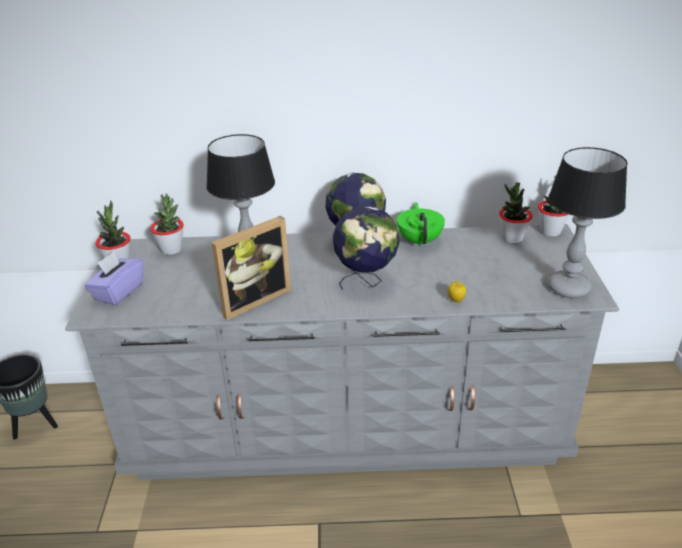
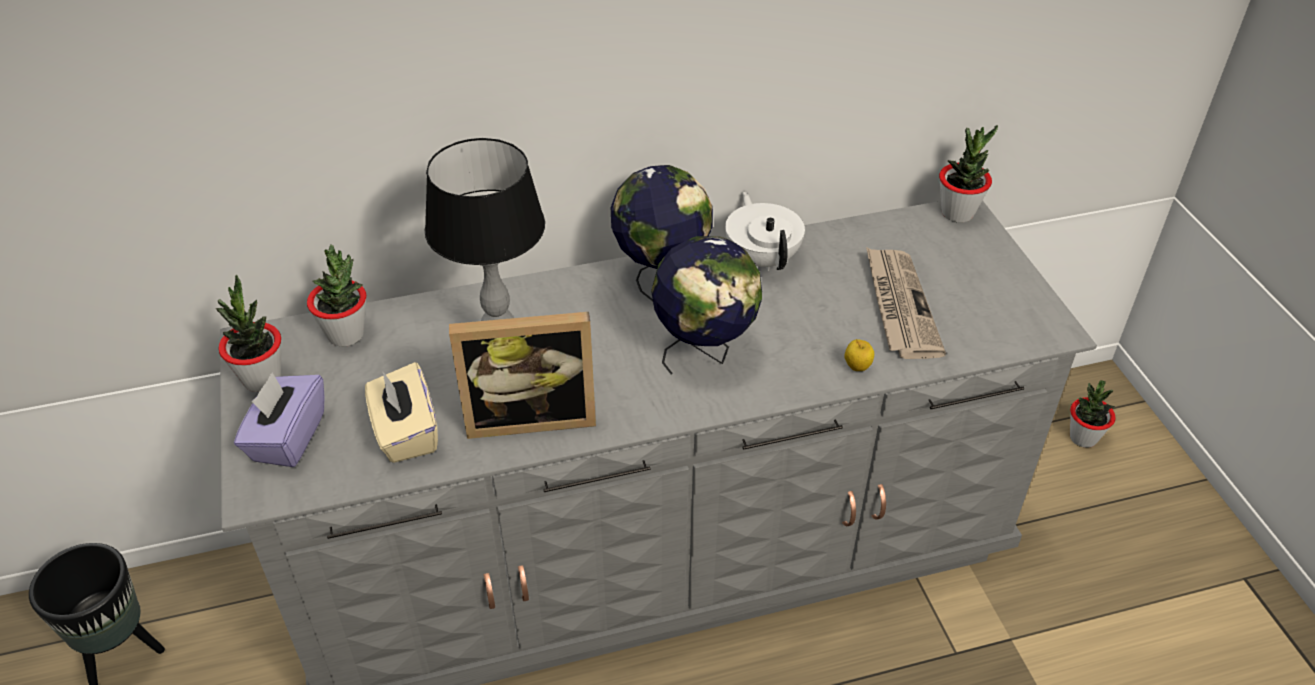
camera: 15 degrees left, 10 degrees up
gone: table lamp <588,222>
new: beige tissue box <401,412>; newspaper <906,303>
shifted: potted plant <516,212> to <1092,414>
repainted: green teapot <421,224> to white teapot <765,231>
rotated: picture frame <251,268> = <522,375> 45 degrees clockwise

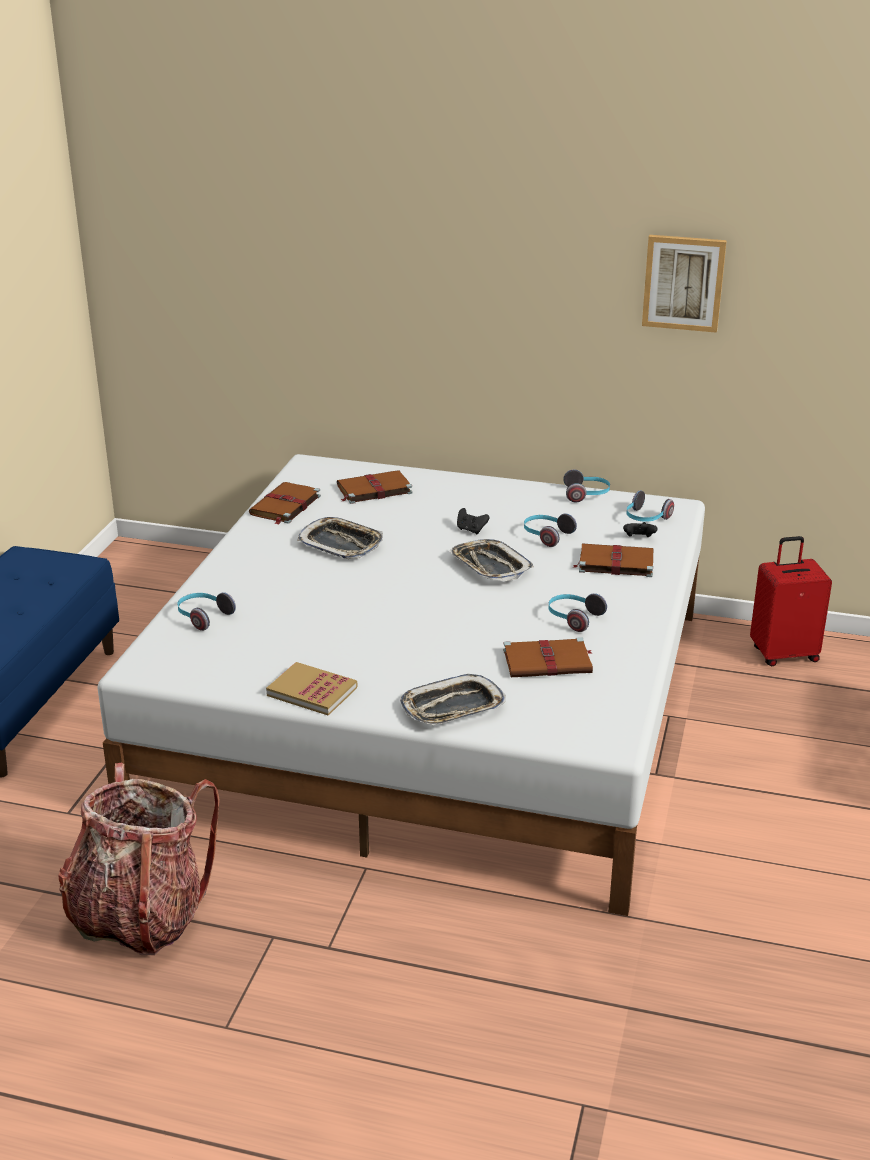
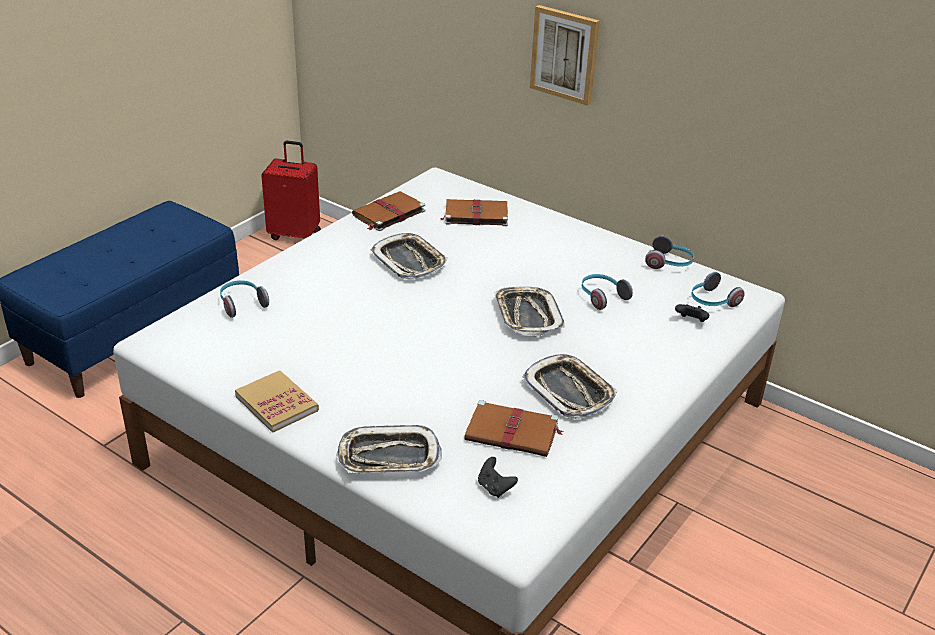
camera: 20 degrees right, 5 degrees up
gone: backpack <139,859>; brown book <613,560>
shifted: black game controller <473,521> to <498,477>; picture <684,284> to <565,55>; red suitcase <791,601> to <291,190>
swapped: headphones <577,612> to tray <570,386>

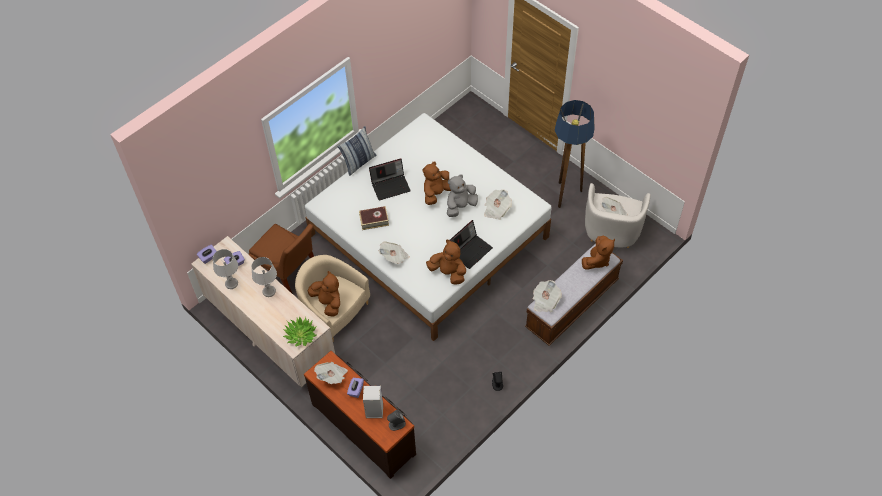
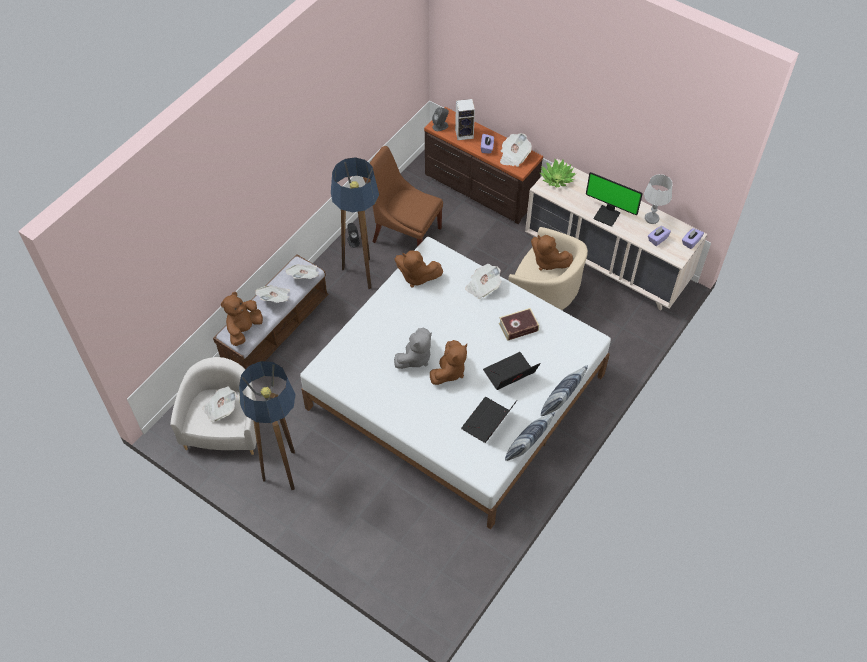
camera: 170 degrees right, 0 degrees up
new: floor lamp <355,223>; pillow <530,436>
shifted: brown chair <281,258> to <403,196>; laptop <471,244> to <489,420>; newspaper <498,205> to <272,294>
swapped: grey table lamp <264,277> to monitor <614,199>

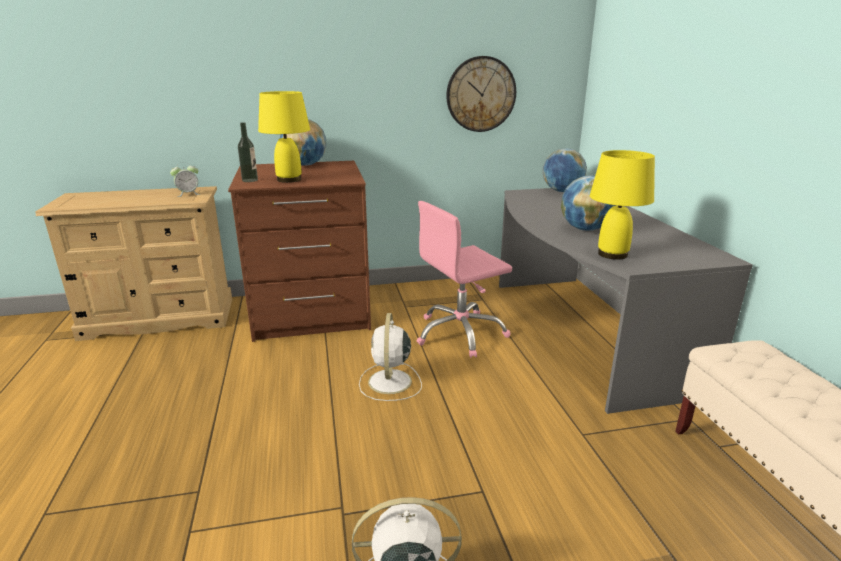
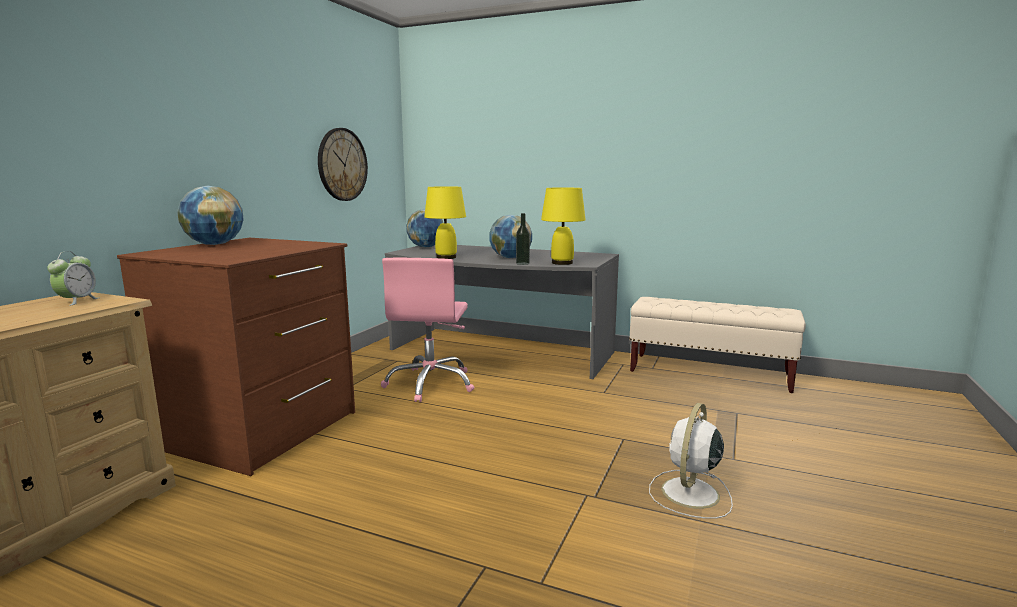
camera: 55 degrees left, 10 degrees down
gone: white fan <390,357>
shifted: bottle <248,152> to <523,239>; yellow table lamp <284,137> to <445,222>

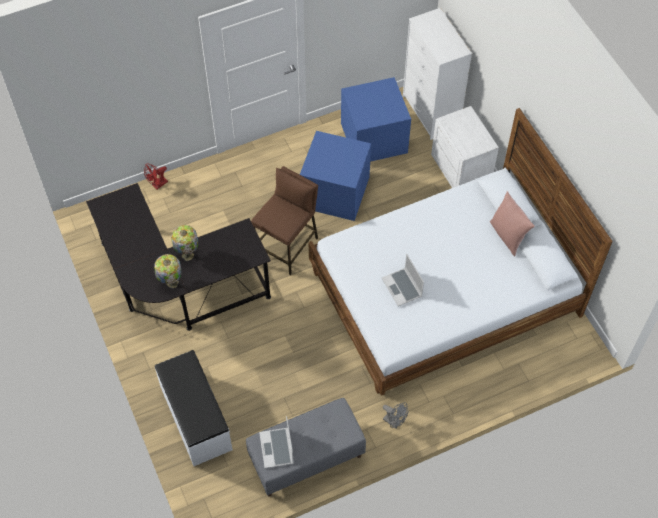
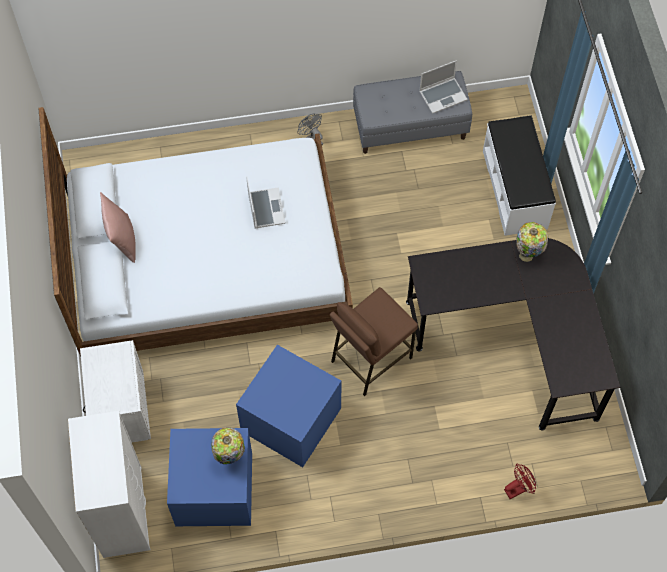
camera: 165 degrees left, 5 degrees up
shifted: table lamp <185,243> to <228,446>
rotated: laptop <276,442> = <443,87> 60 degrees clockwise

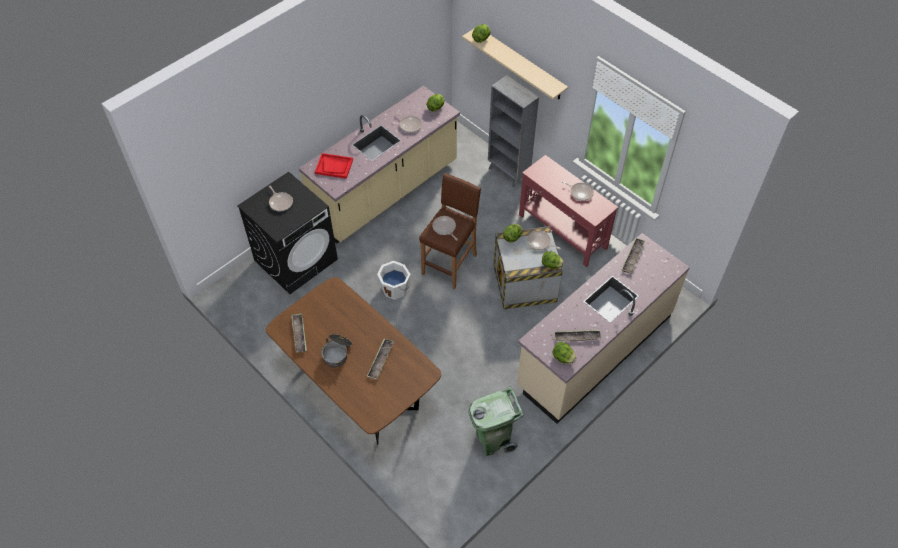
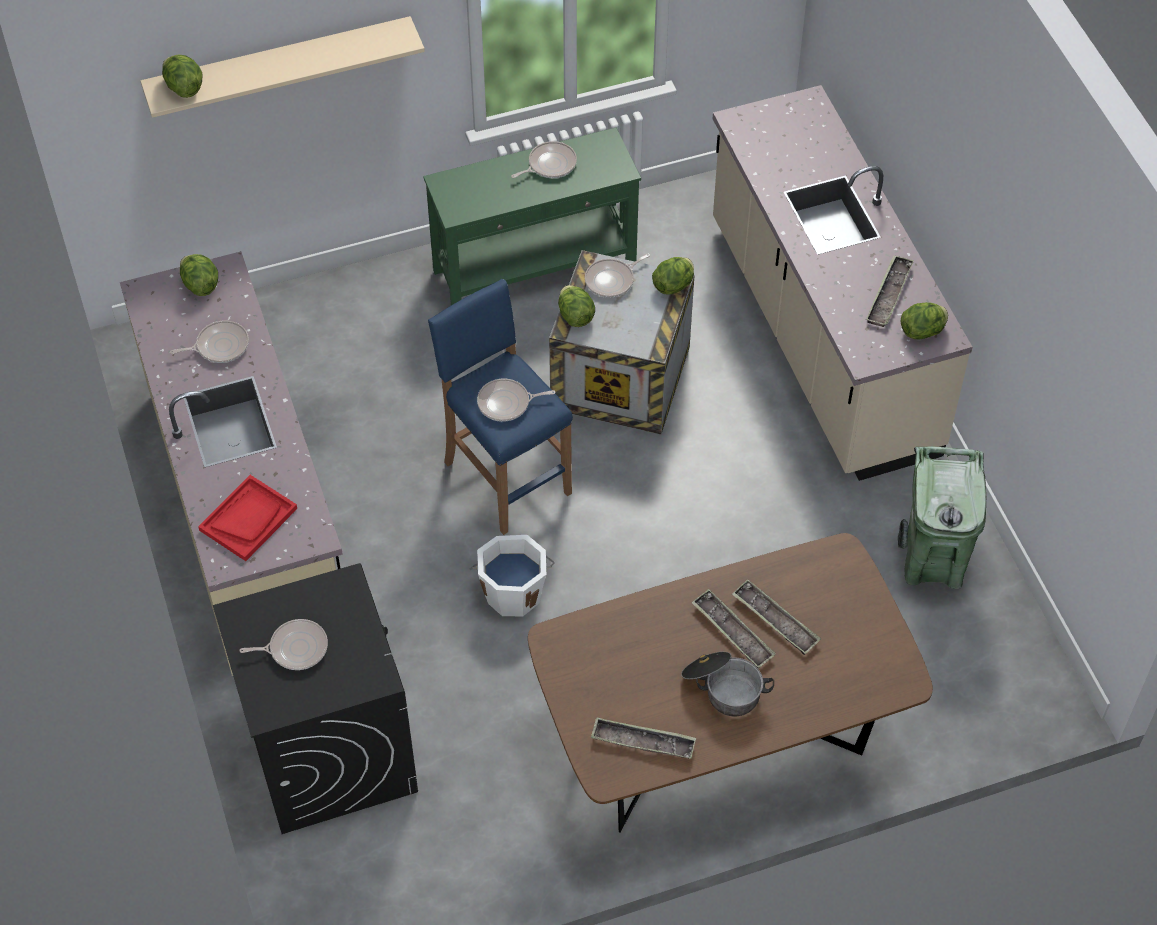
camera: 65 degrees left, 0 degrees up
gone: grey bookcase <513,131>
shifted: tray <633,255> to <733,628>
repainted: brown stool <450,231> to blue stool <500,407>; red console table <569,211> to green console table <532,216>

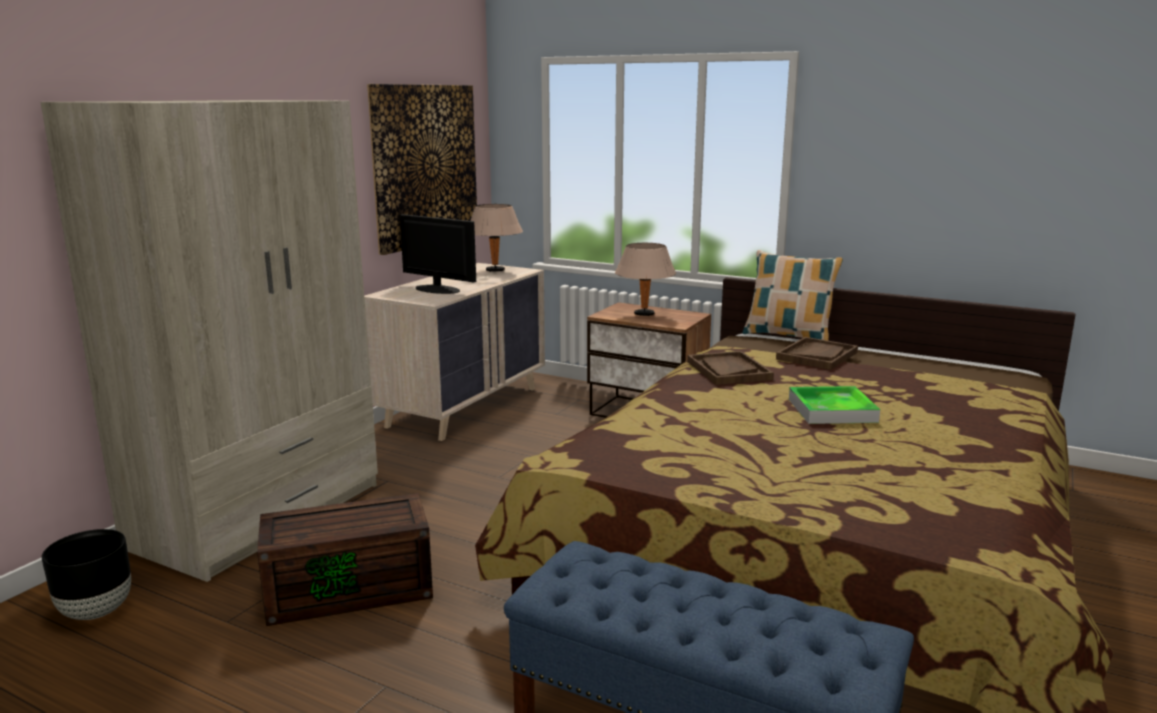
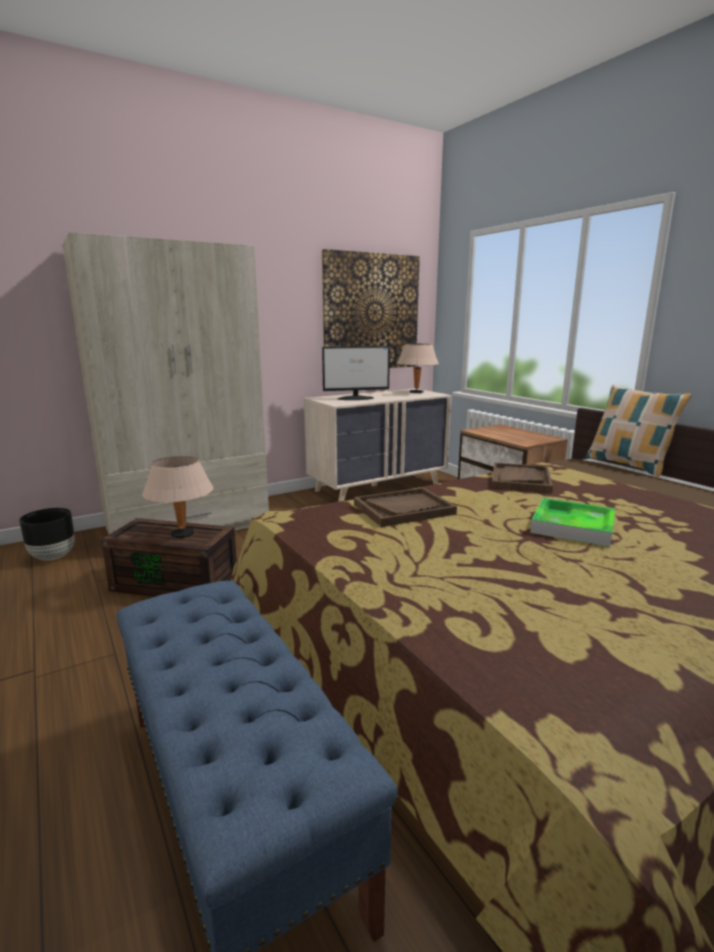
camera: 30 degrees right, 0 degrees up
shifted: beige table lamp <645,279> to <178,497>; brown tray <817,353> to <405,507>
rotated: monitor <438,254> = <356,373> 105 degrees clockwise

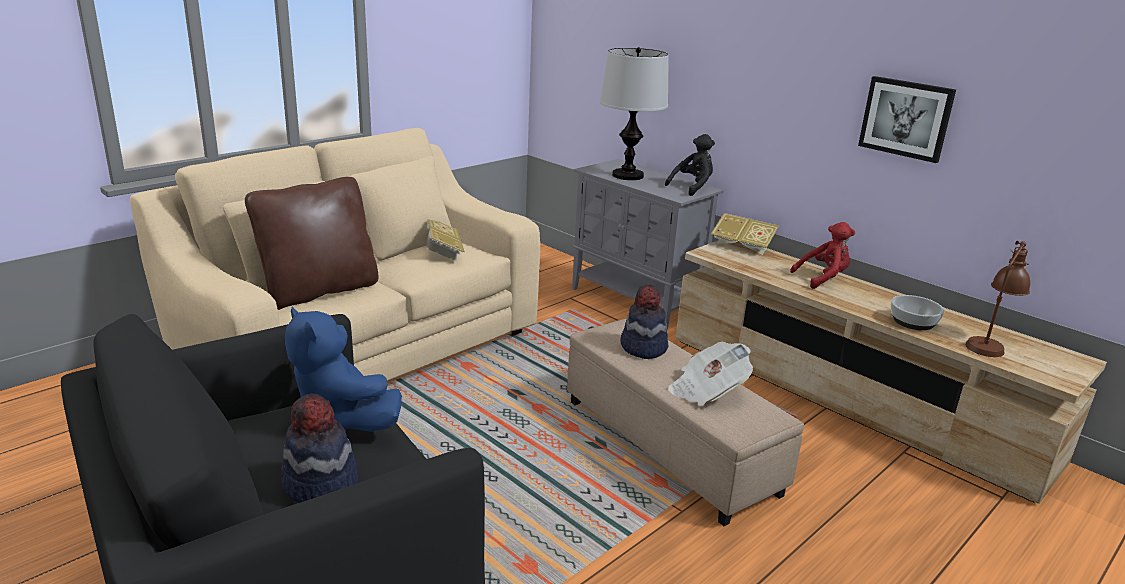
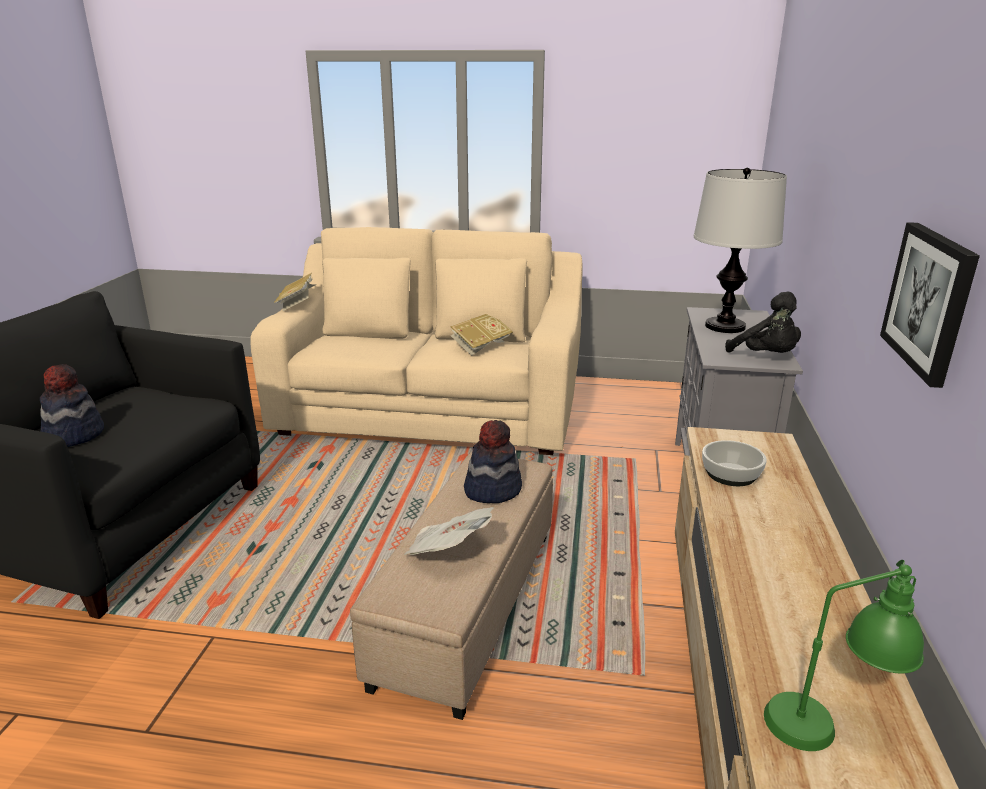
camera: 55 degrees right, 0 degrees up
gone: brown pillow <311,243>; blue plush toy <343,369>; red plush toy <822,255>
shifted: book <745,234> to <294,292>; bowl <917,312> to <734,463>
repainted: brown table lamp <997,299> to green table lamp <844,655>
rotated: black plush toy <690,165> = <763,322> 45 degrees clockwise

